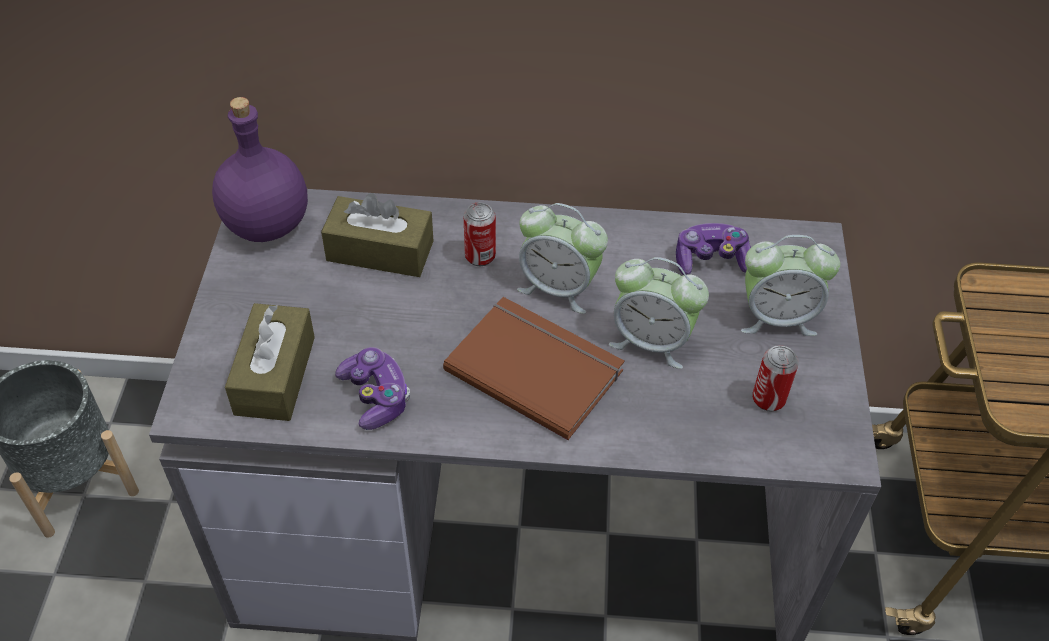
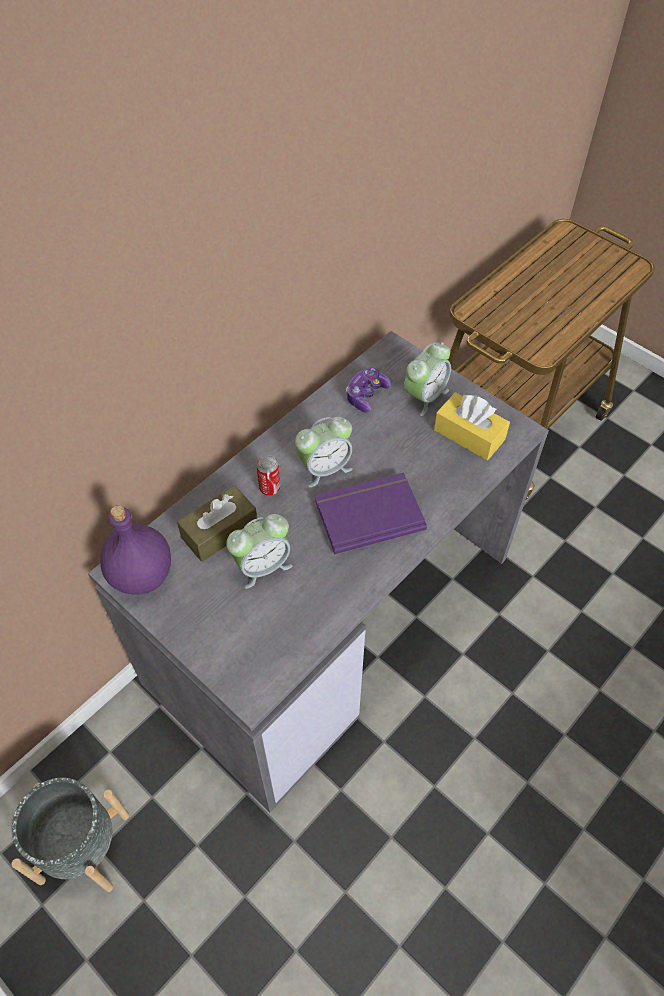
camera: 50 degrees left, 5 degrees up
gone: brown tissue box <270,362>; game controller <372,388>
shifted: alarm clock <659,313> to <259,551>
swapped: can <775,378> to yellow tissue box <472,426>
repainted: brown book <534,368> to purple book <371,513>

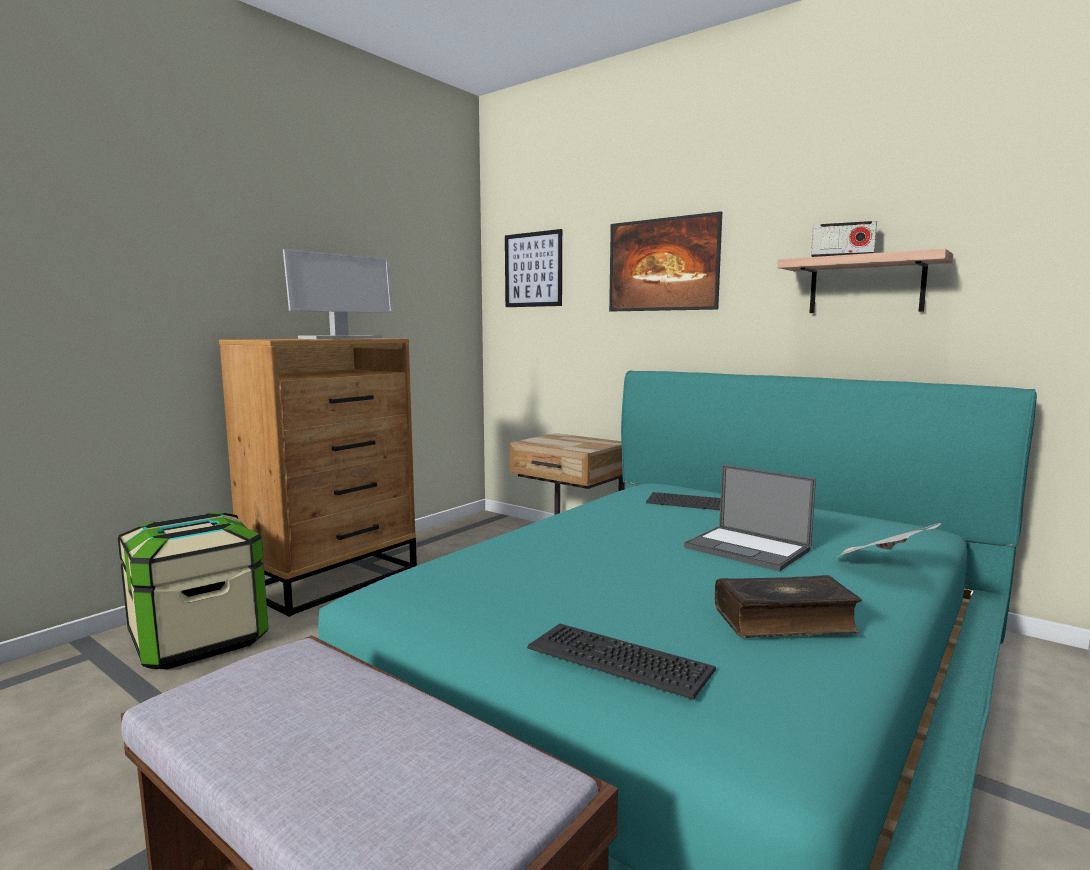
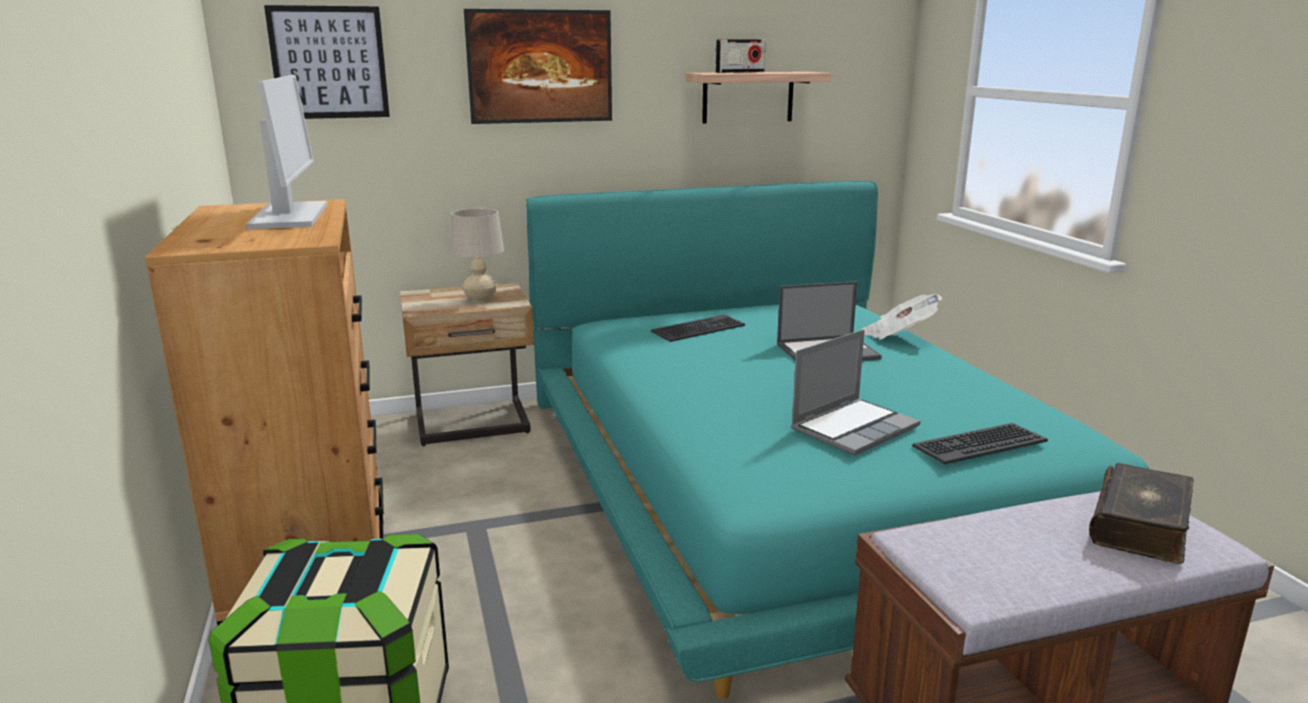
camera: 55 degrees left, 10 degrees up
new: beige table lamp <477,255>; laptop <855,392>
shifted: book <788,606> to <1141,513>

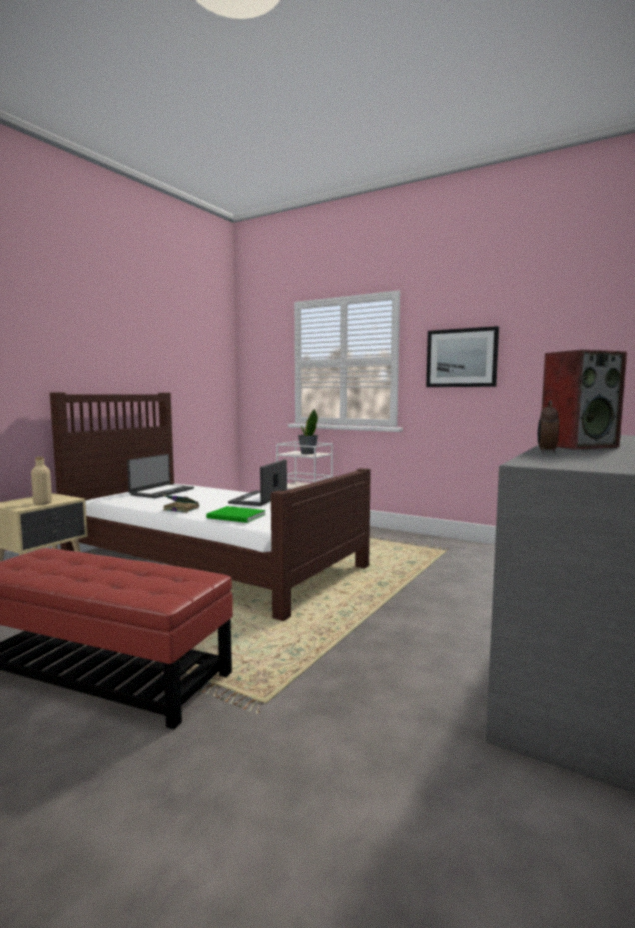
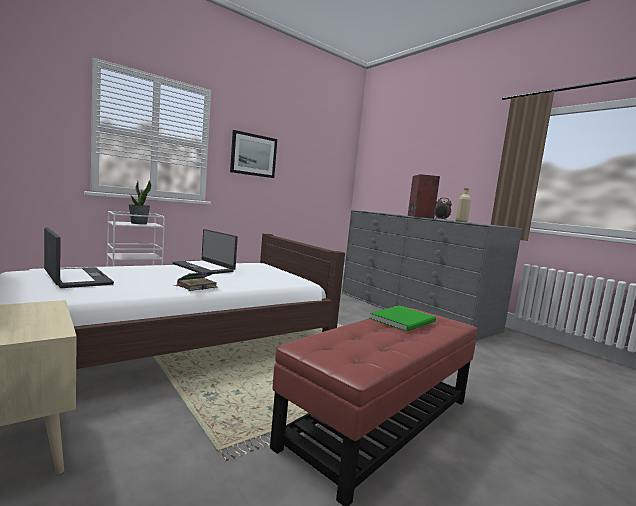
camera: 70 degrees left, 0 degrees up
shifted: beige bottle <41,481> to <463,205>; green book <236,514> to <403,319>

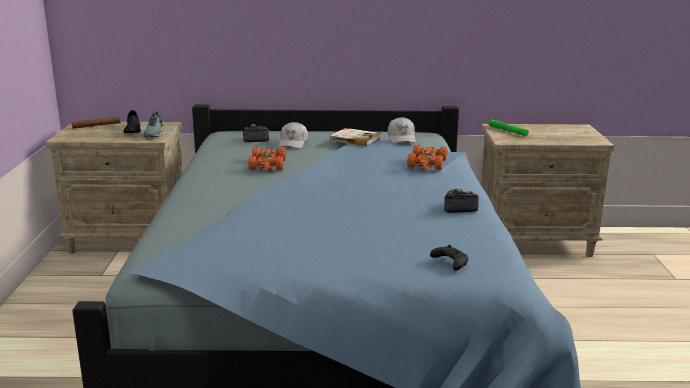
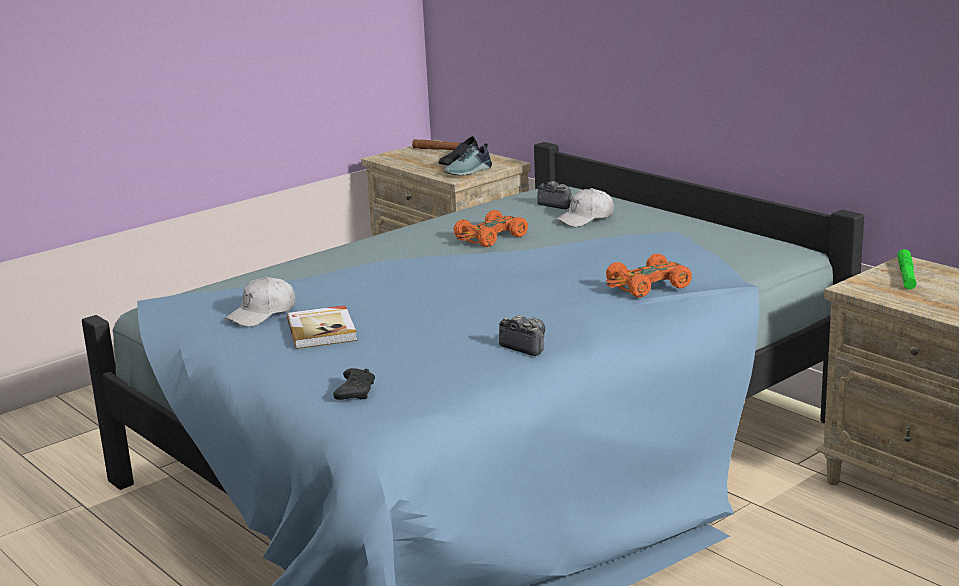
camera: 50 degrees right, 0 degrees up
shifted: book <355,137> to <322,327>; white cap <401,130> to <260,302>

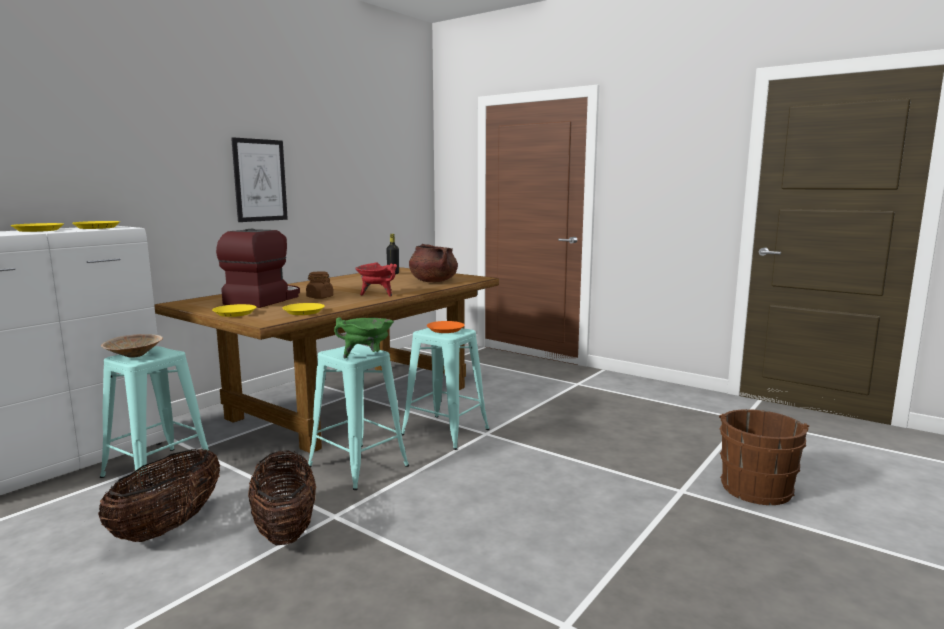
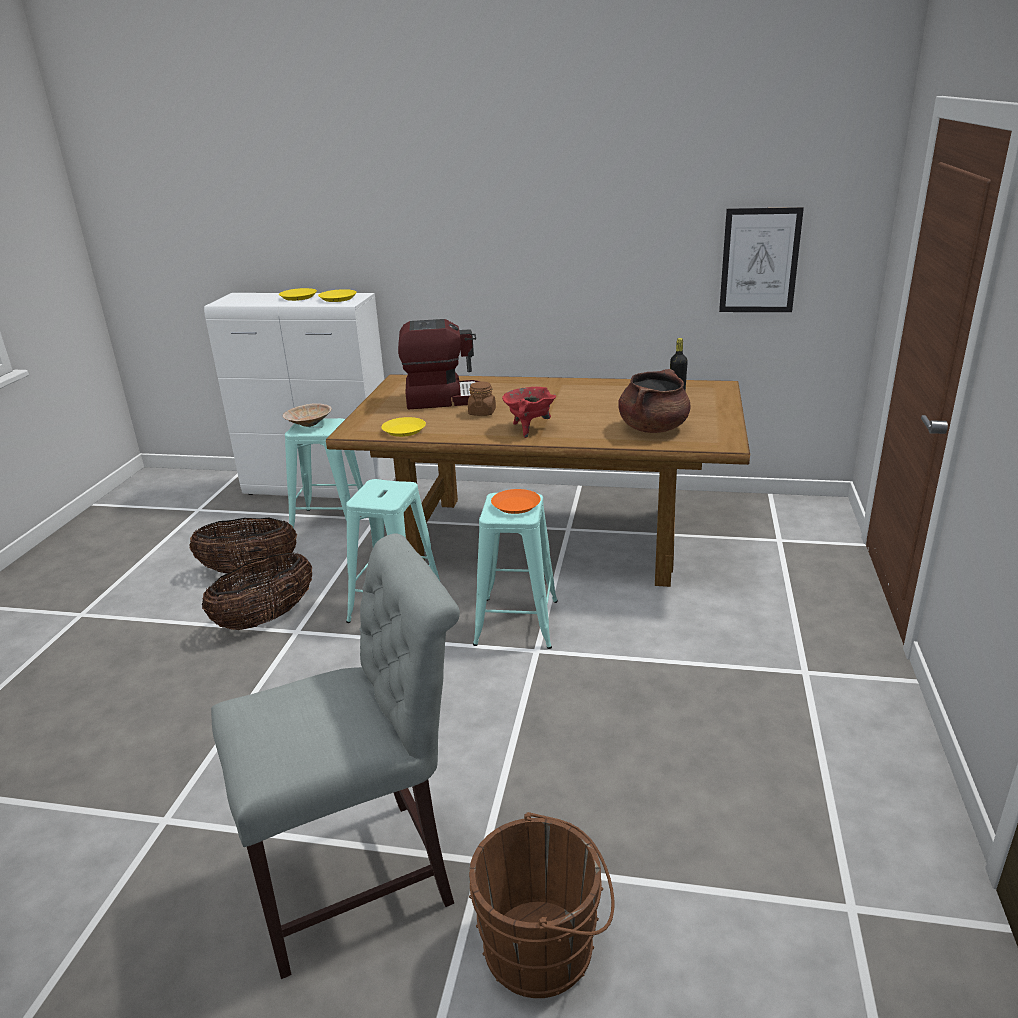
camera: 65 degrees right, 15 degrees up
gone: yellow plate <234,310>; green cooking pot <364,337>
new: grey chair <335,756>
shifted: picture <259,179> to <761,259>

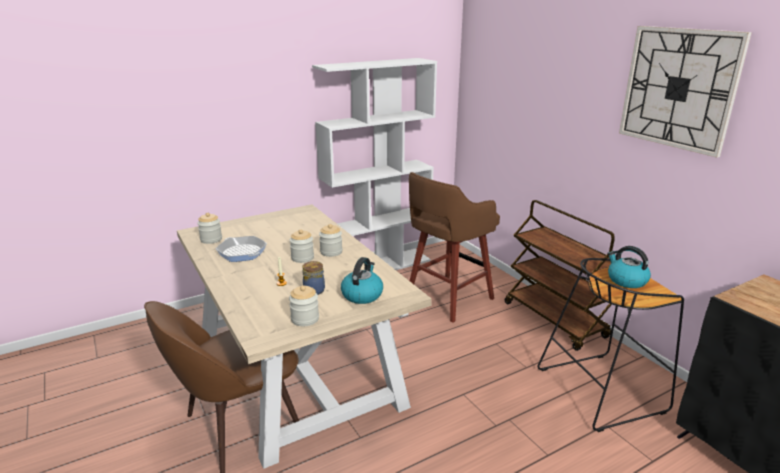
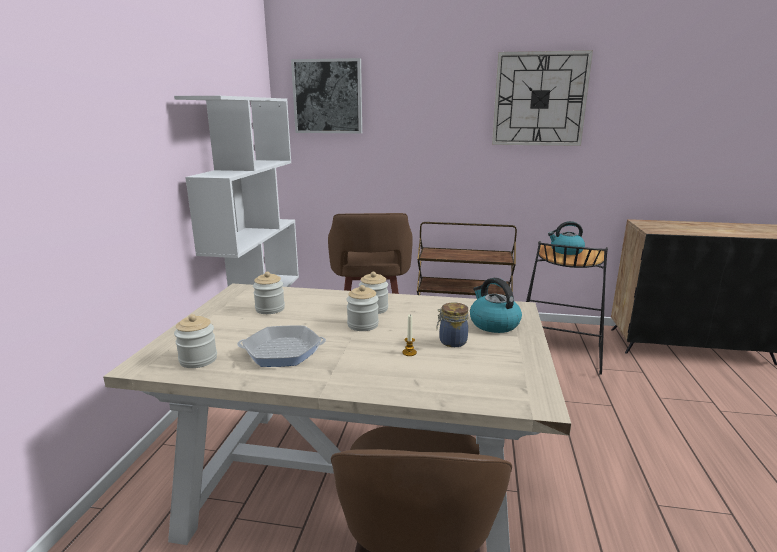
camera: 50 degrees left, 5 degrees down
new: picture <326,95>
shifted: jar <304,305> to <269,293>

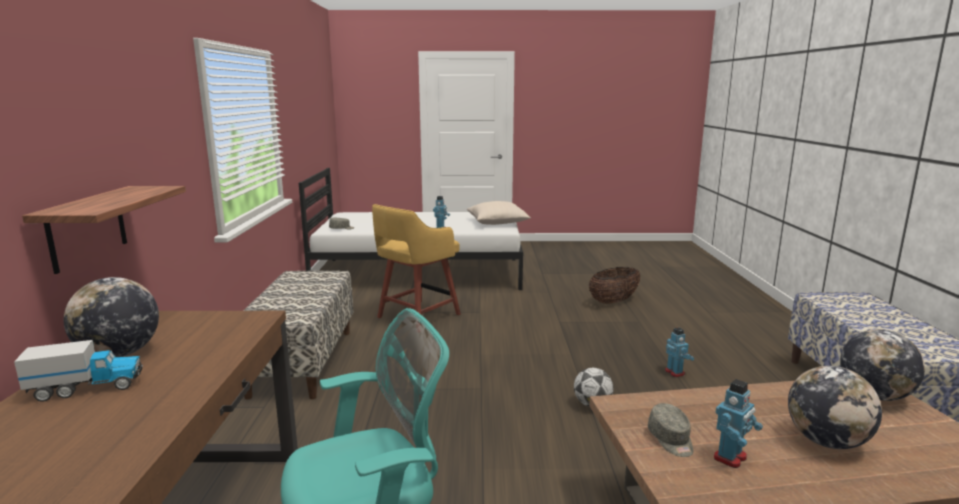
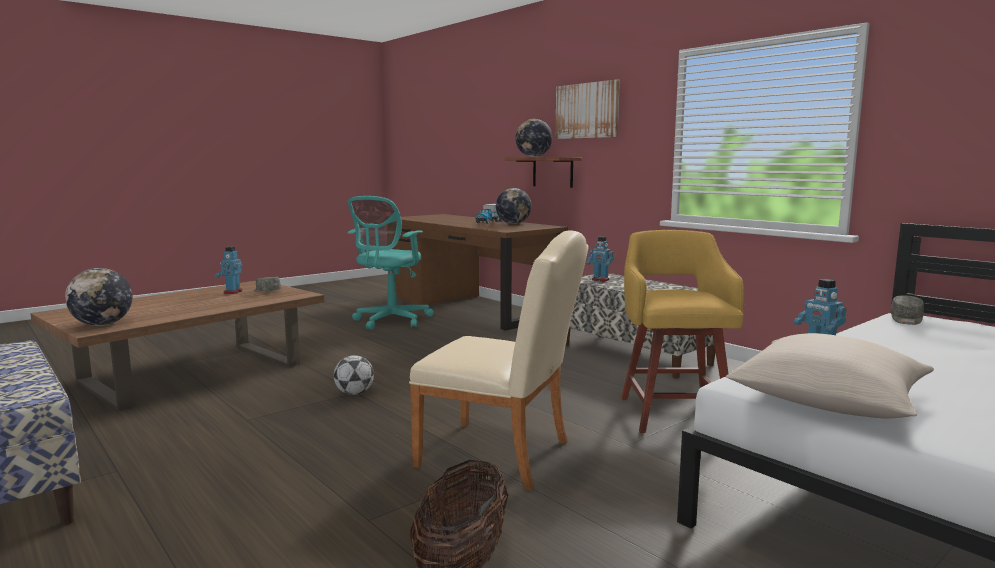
camera: 140 degrees right, 5 degrees down
new: beige chair <499,360>; picture <587,109>
shifted: toy robot <679,352> to <600,259>; globe <835,407> to <533,138>

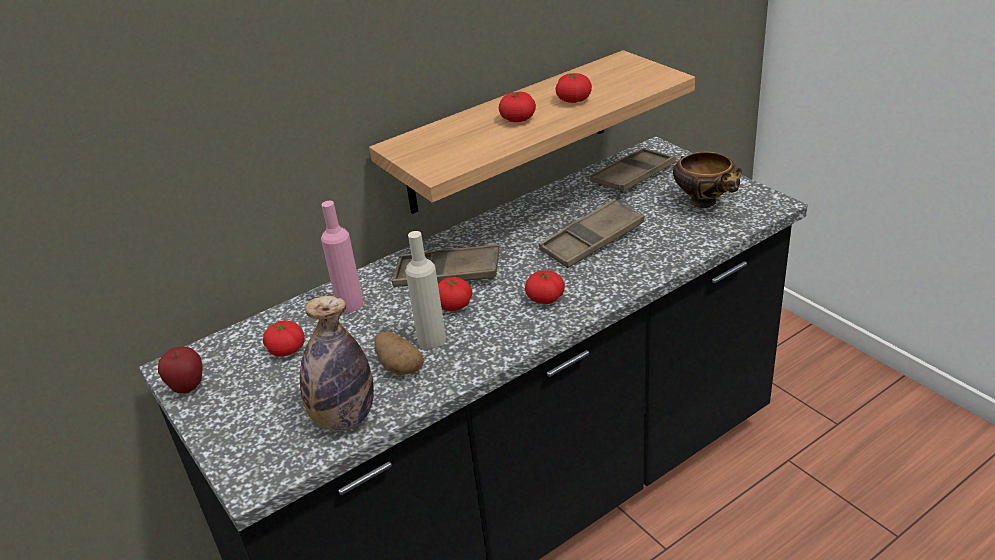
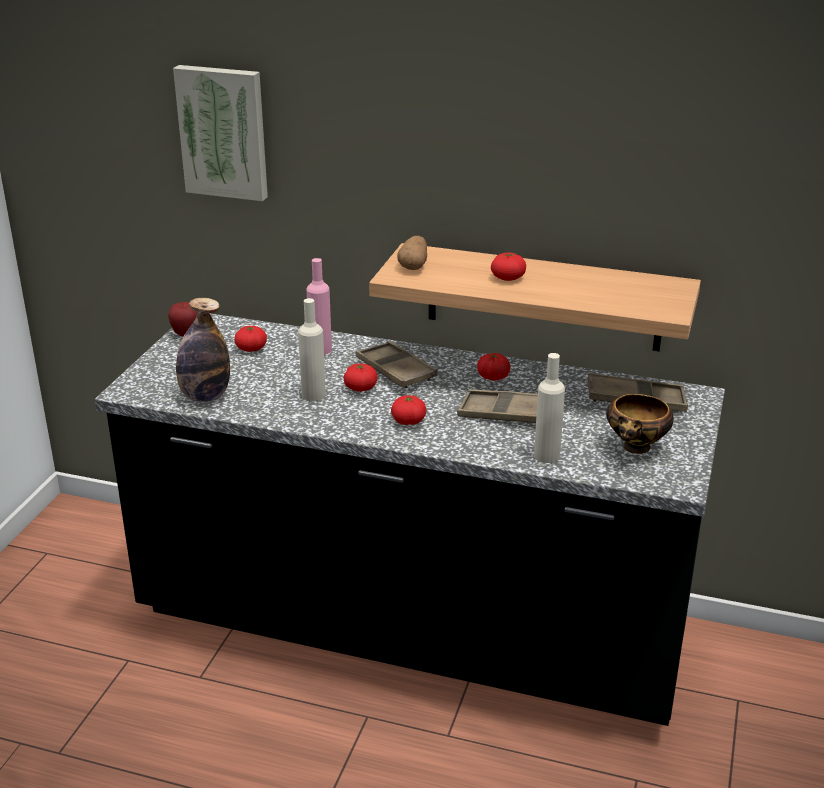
camera: 50 degrees right, 5 degrees down
new: picture <220,133>; beige bottle <549,408>
shifted: potato <399,353> to <412,253>; tomato <574,88> to <493,367>

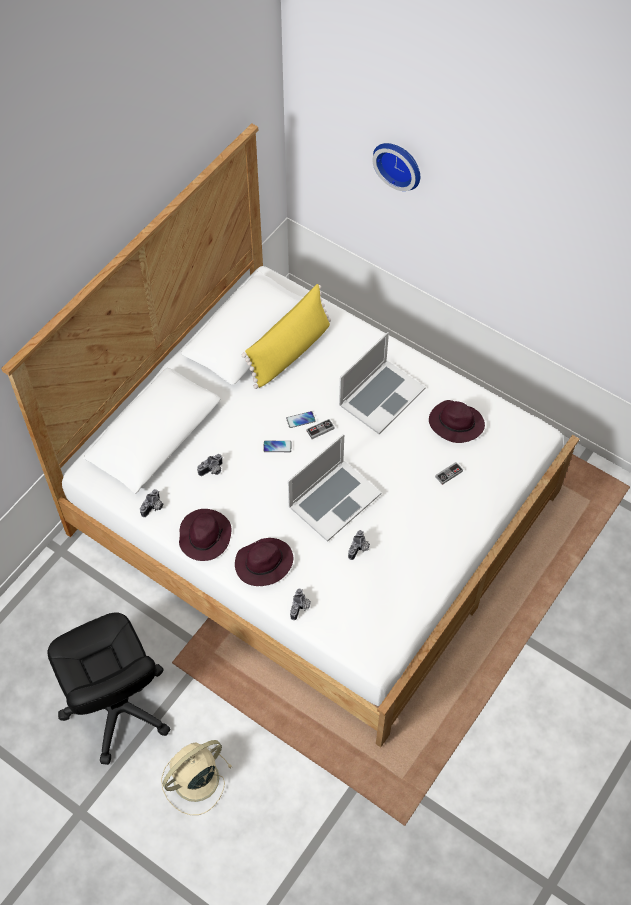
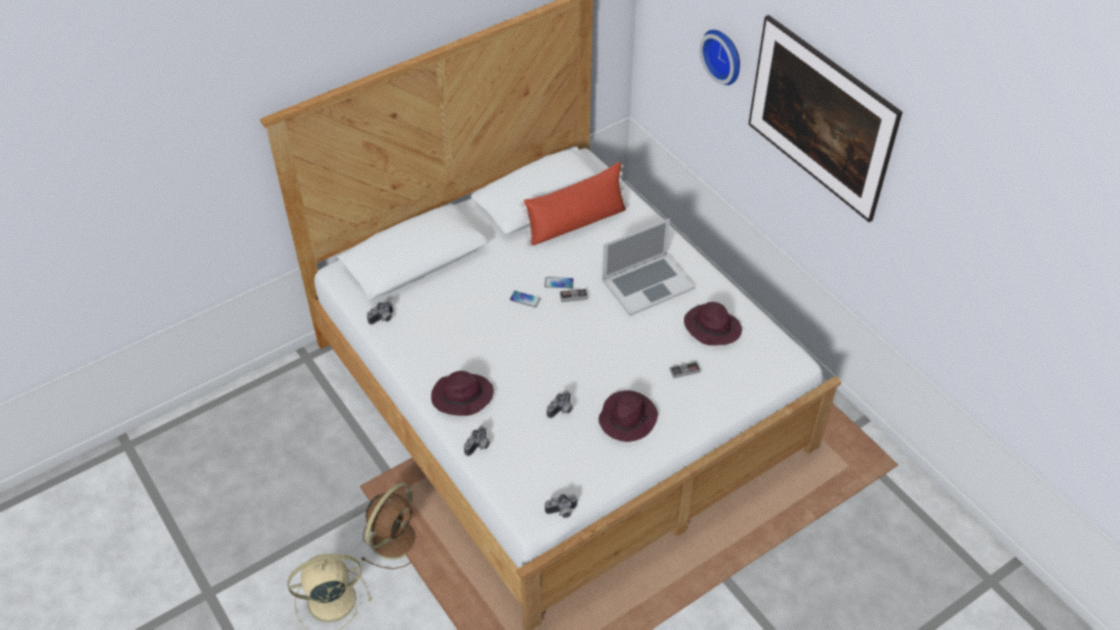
camera: 20 degrees right, 10 degrees down
gone: black office chair <109,688>; laptop <334,488>
new: brown fan <389,526>; picture <825,118>
shifted: purple hat <205,535> to <628,416>; photo camera <210,465> to <561,506>
repainted: yellow pillow <286,336> to red pillow <574,204>

